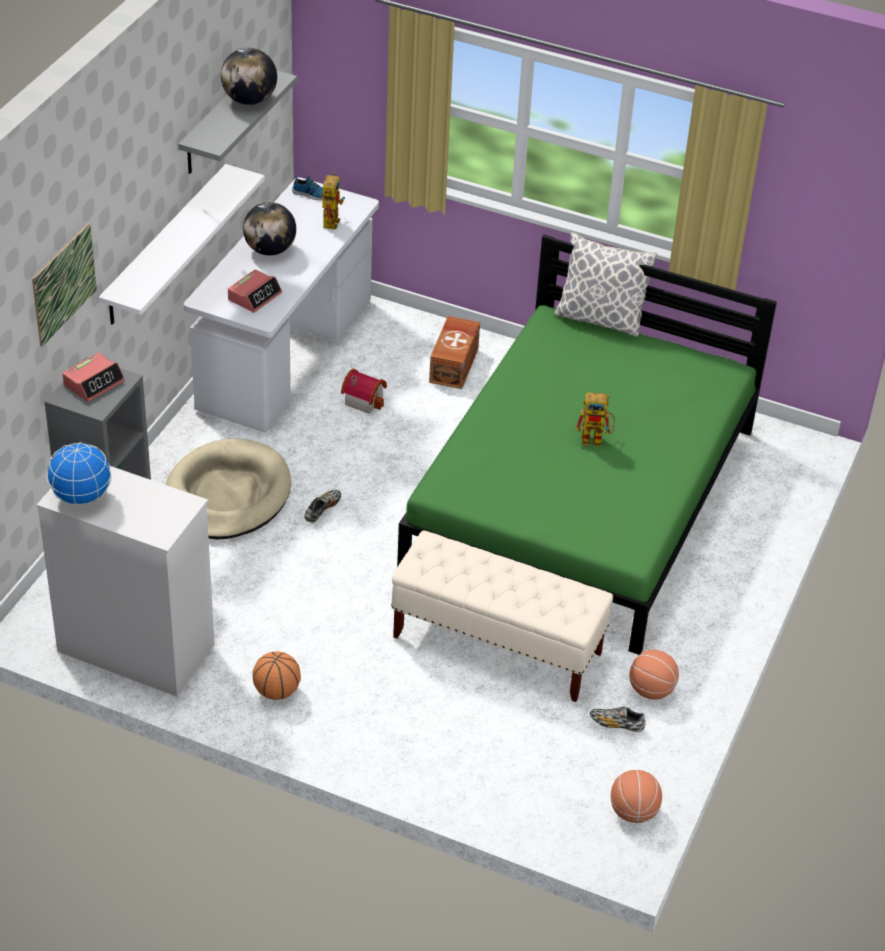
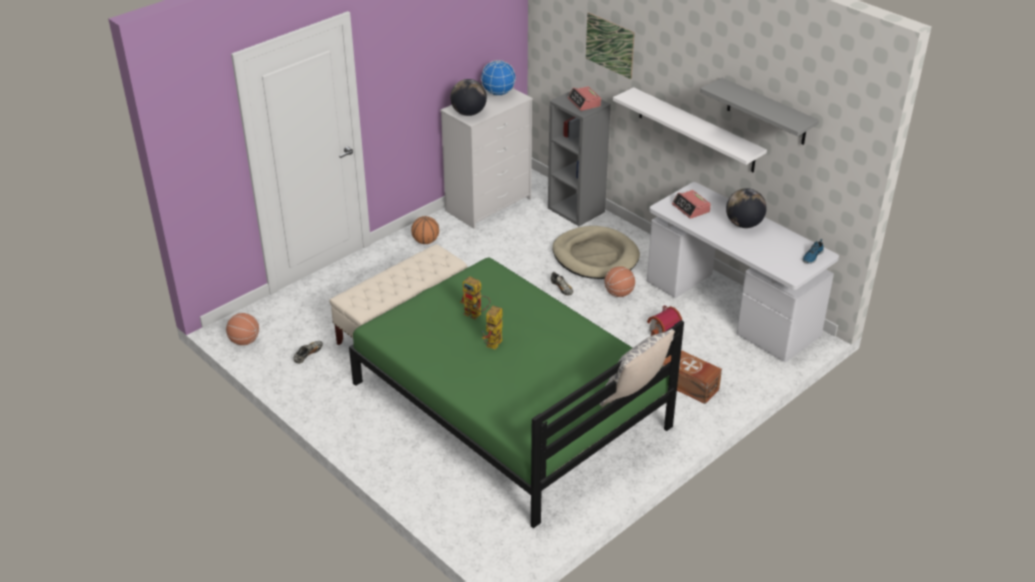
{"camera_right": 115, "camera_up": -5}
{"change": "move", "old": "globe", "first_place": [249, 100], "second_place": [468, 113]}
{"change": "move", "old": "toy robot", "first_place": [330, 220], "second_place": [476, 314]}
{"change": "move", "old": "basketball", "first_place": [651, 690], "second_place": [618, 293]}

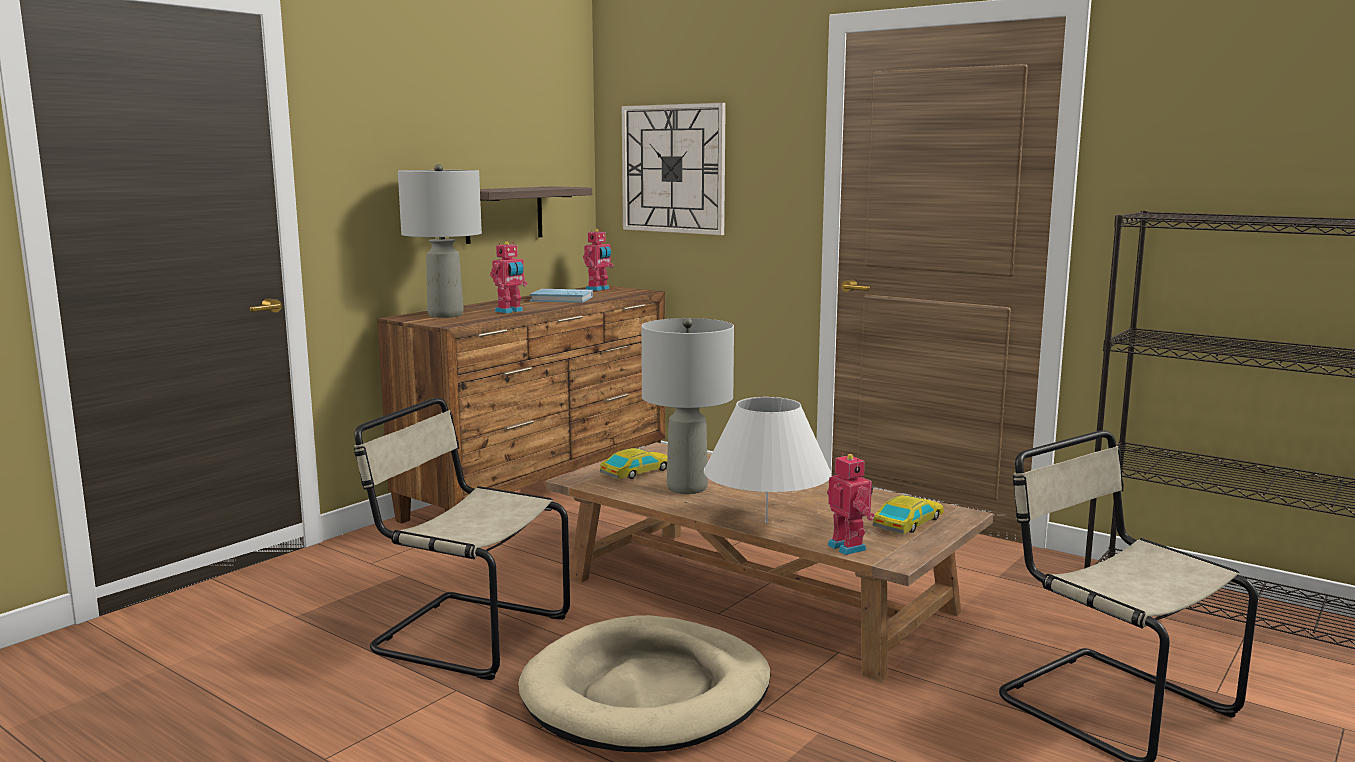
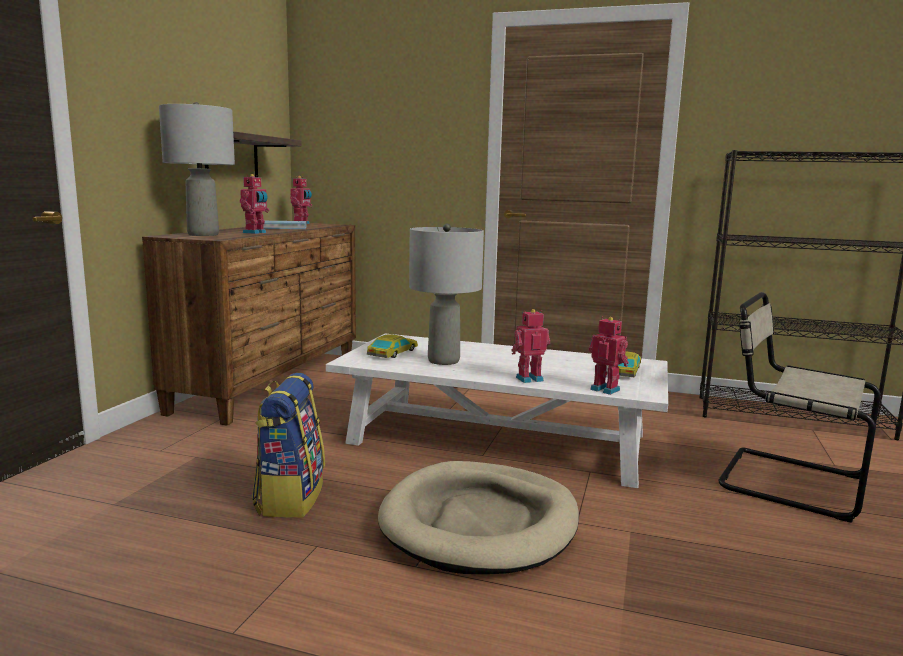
{"camera_right": -20, "camera_up": 0}
{"change": "delete", "old": "wall clock", "first_place": [673, 169]}
{"change": "replace", "old": "white table lamp", "new": "toy robot", "first_place": [765, 522], "second_place": [528, 378]}
{"change": "replace", "old": "beige chair", "new": "backpack", "first_place": [465, 634], "second_place": [290, 497]}
{"change": "recolor", "old": "brown coffee table", "new": "white coffee table", "first_place": [754, 595], "second_place": [497, 439]}

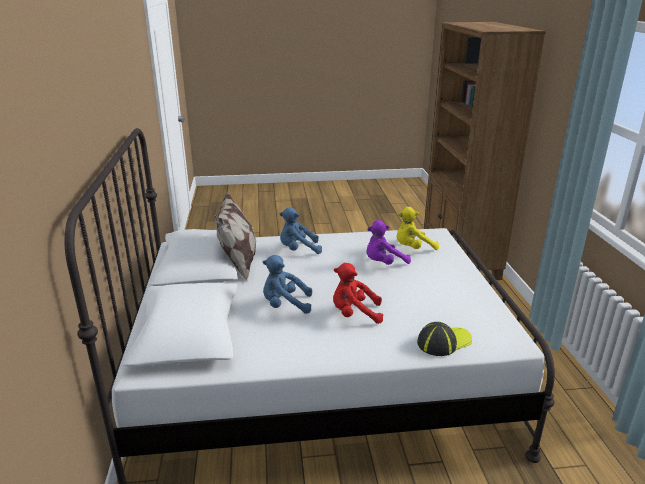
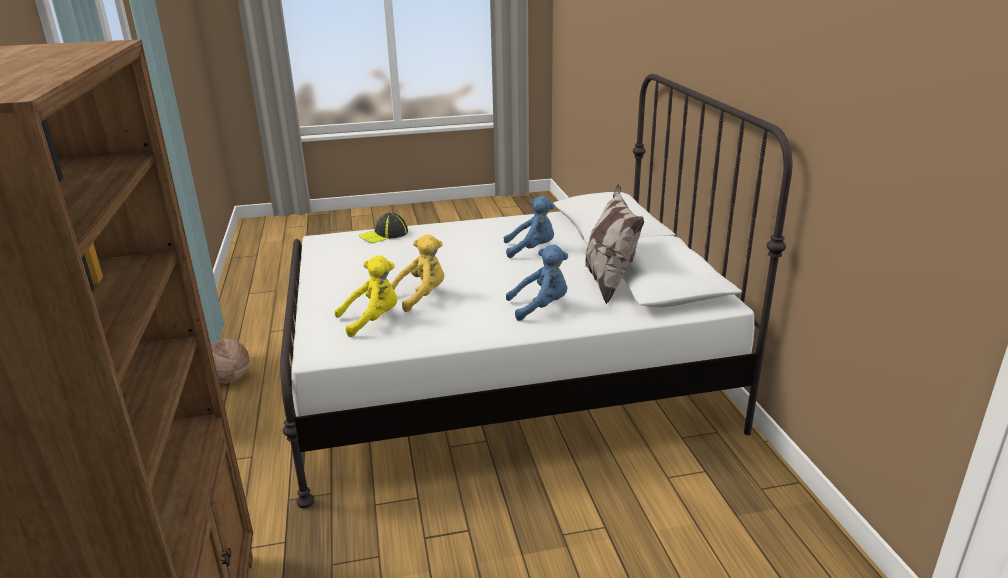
{"camera_right": 175, "camera_up": 0}
{"change": "recolor", "old": "purple plush toy", "new": "yellow plush toy", "first_place": [383, 263], "second_place": [421, 296]}
{"change": "delete", "old": "red plush toy", "first_place": [354, 314]}
{"change": "insert", "new": "basketball", "second_place": [229, 379]}

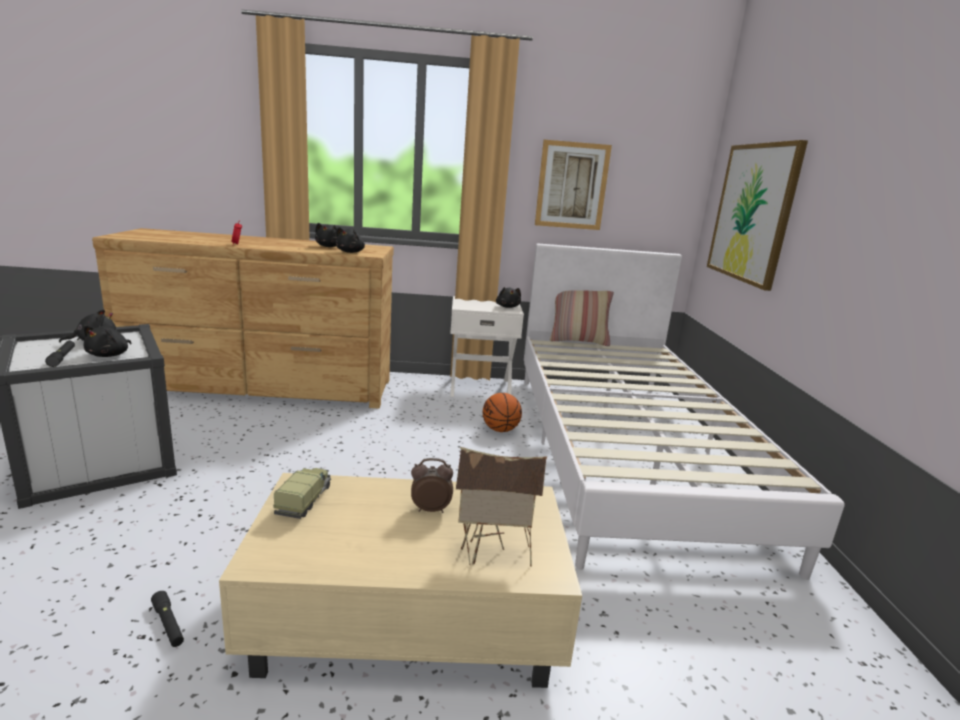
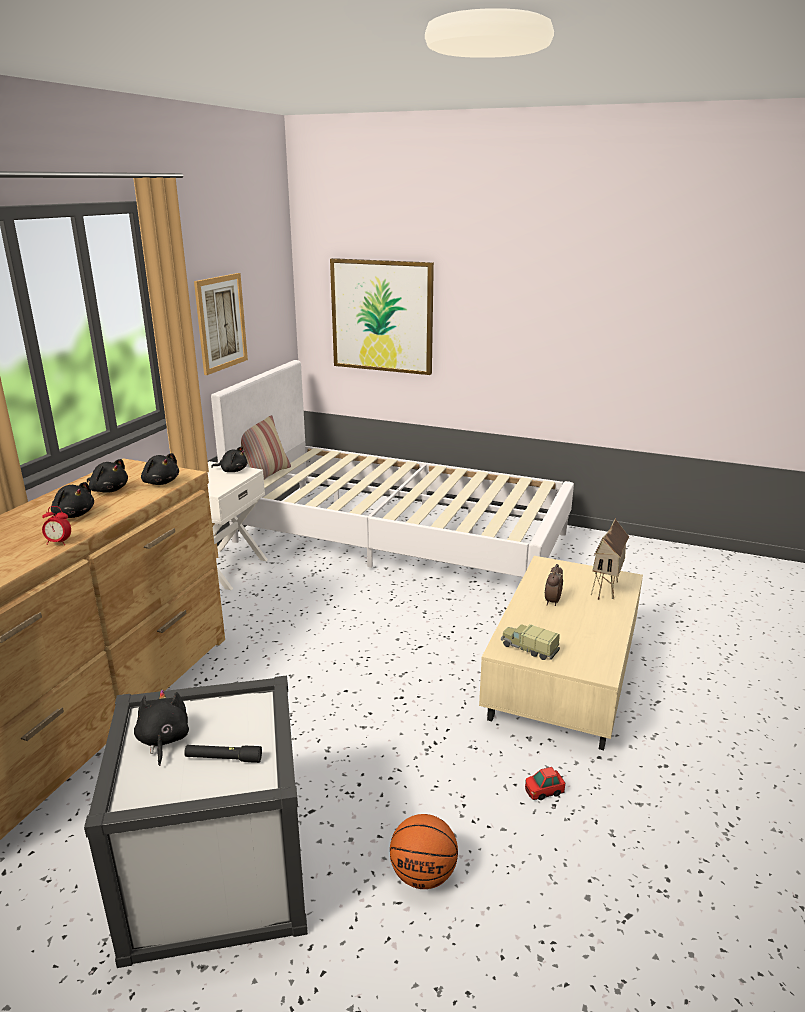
{"camera_right": -65, "camera_up": 5}
{"change": "move", "old": "black plush toy", "first_place": [110, 355], "second_place": [73, 514]}
{"change": "move", "old": "basketball", "first_place": [500, 430], "second_place": [423, 875]}
{"change": "replace", "old": "black flashlight", "new": "toy car", "first_place": [168, 624], "second_place": [543, 791]}

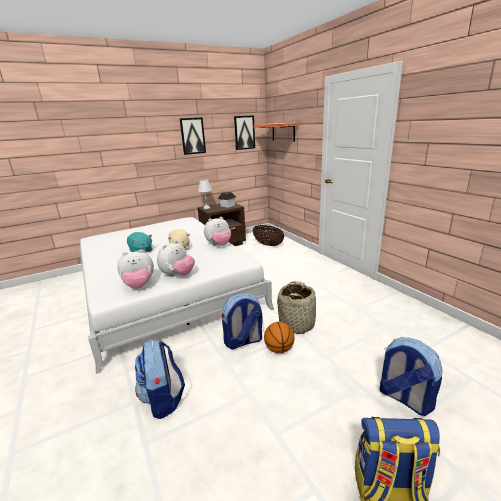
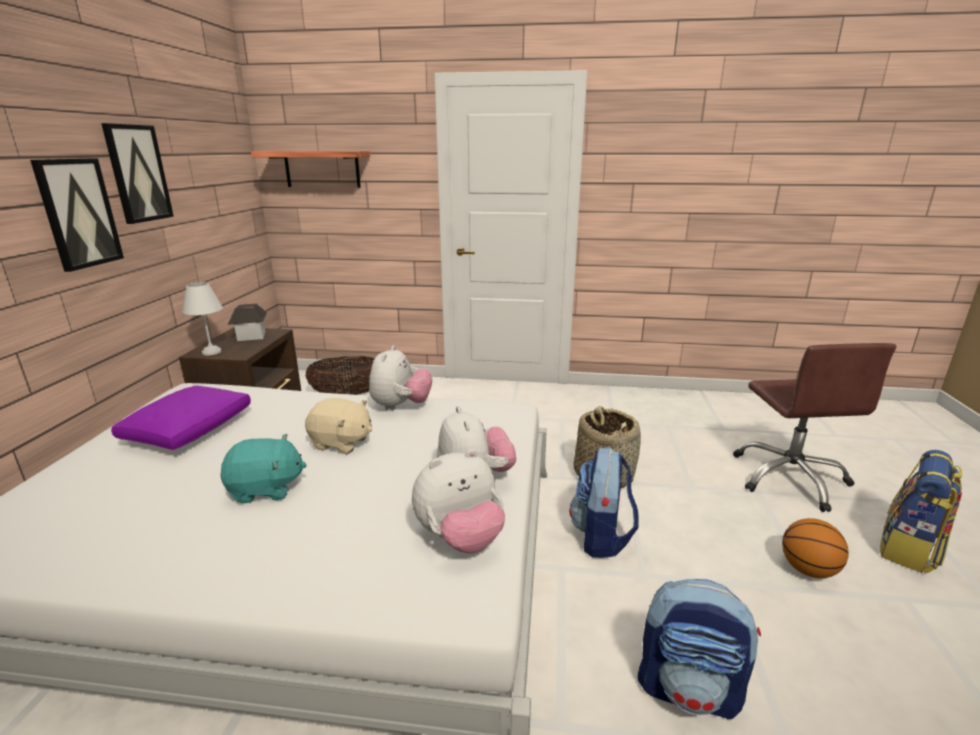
{"camera_right": -55, "camera_up": 0}
{"change": "move", "old": "picture", "first_place": [244, 132], "second_place": [78, 213]}
{"change": "rotate", "old": "plush toy", "first_place": [139, 286], "second_place": [460, 538], "degrees": 45}
{"change": "move", "old": "basketball", "first_place": [279, 349], "second_place": [808, 570]}
{"change": "replace", "old": "backpack", "new": "brown office chair", "first_place": [404, 398], "second_place": [789, 478]}
{"change": "insert", "new": "purple pillow", "second_place": [190, 429]}

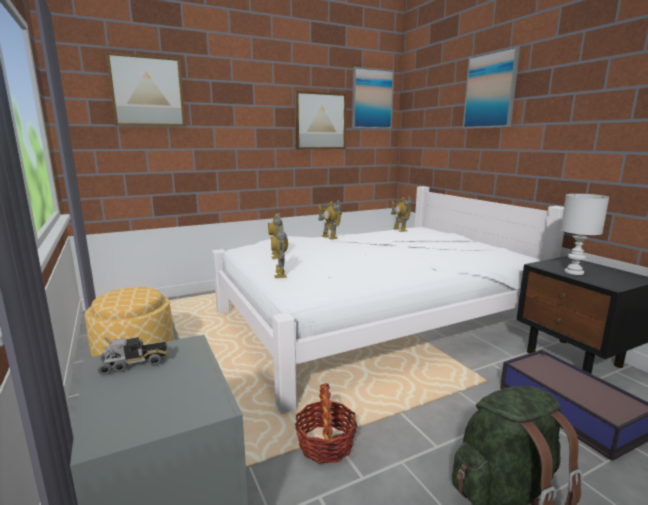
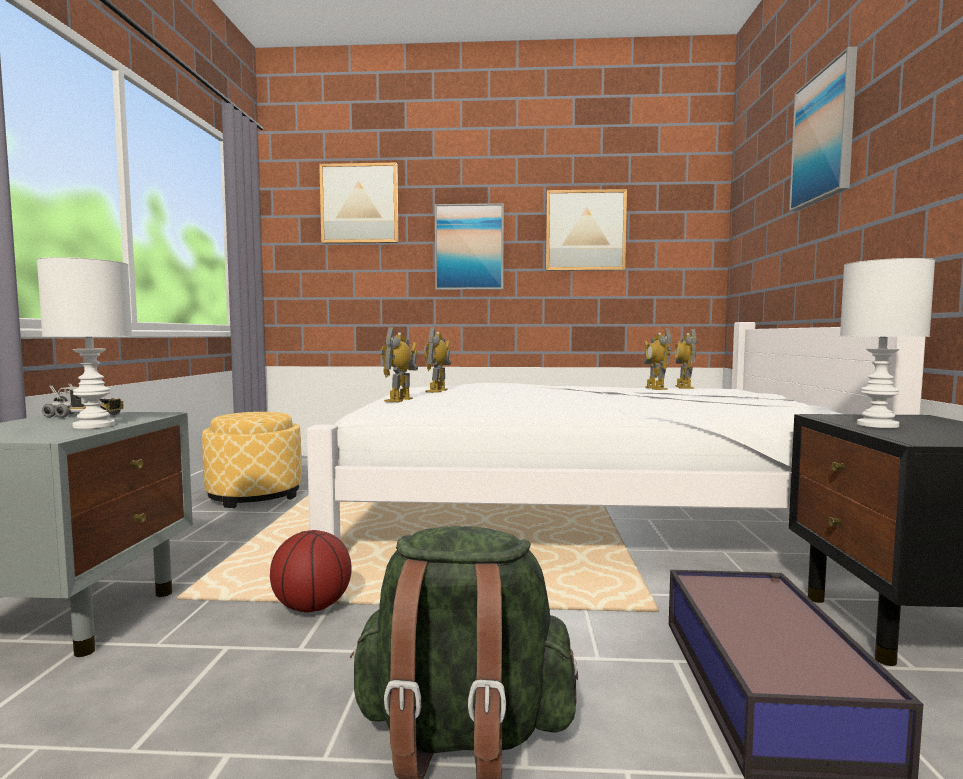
{"camera_right": 30, "camera_up": -10}
{"change": "move", "old": "picture", "first_place": [372, 99], "second_place": [469, 247]}
{"change": "move", "old": "toy robot", "first_place": [329, 237], "second_place": [655, 388]}
{"change": "replace", "old": "basket", "new": "basketball", "first_place": [325, 444], "second_place": [312, 607]}
{"change": "insert", "new": "white table lamp", "second_place": [92, 426]}

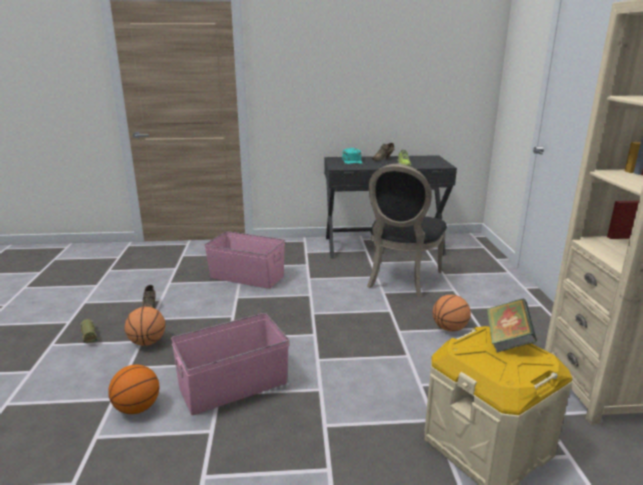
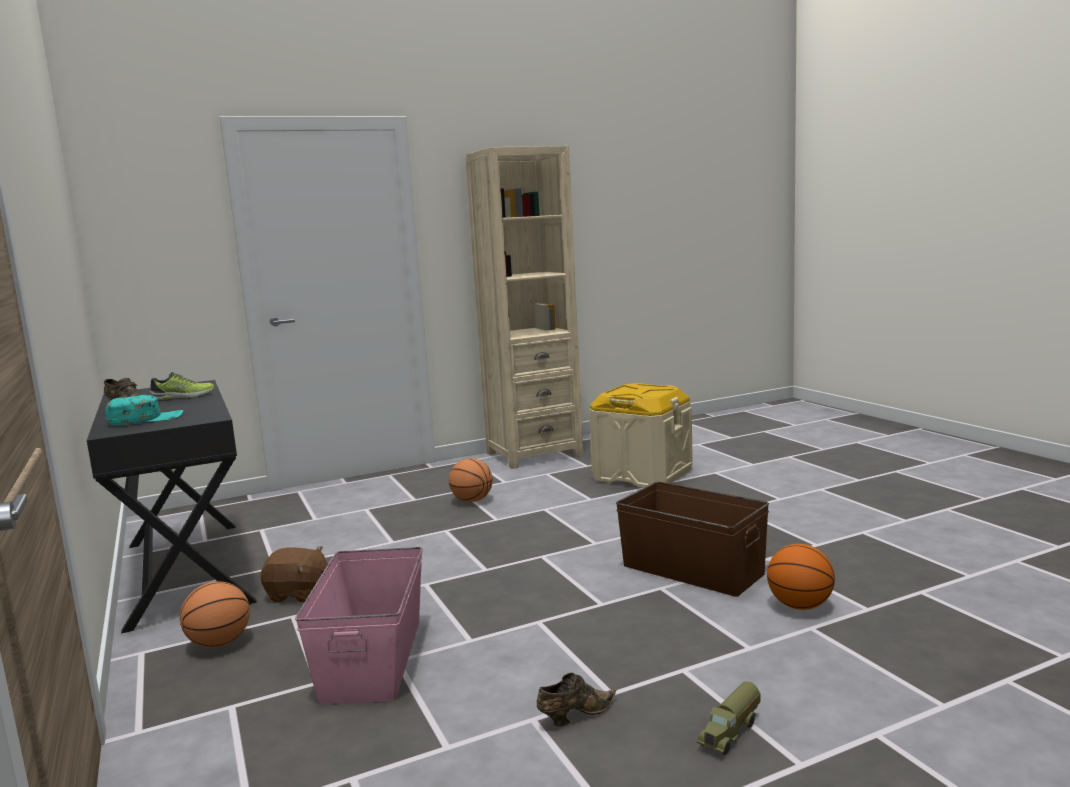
{"camera_right": -110, "camera_up": -10}
{"change": "delete", "old": "black chair", "first_place": [401, 280]}
{"change": "delete", "old": "book", "first_place": [507, 340]}
{"change": "move", "old": "basketball", "first_place": [147, 342], "second_place": [219, 643]}
{"change": "recolor", "old": "pink storage box", "new": "brown storage box", "first_place": [234, 385], "second_place": [692, 569]}
{"change": "insert", "new": "brown plush toy", "second_place": [298, 594]}

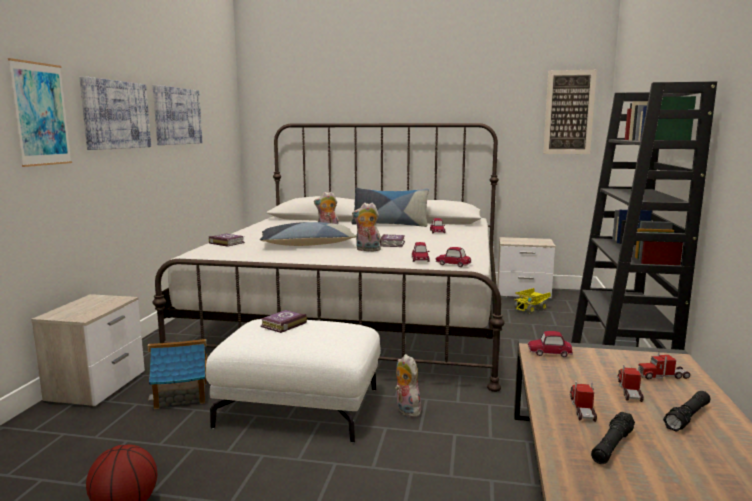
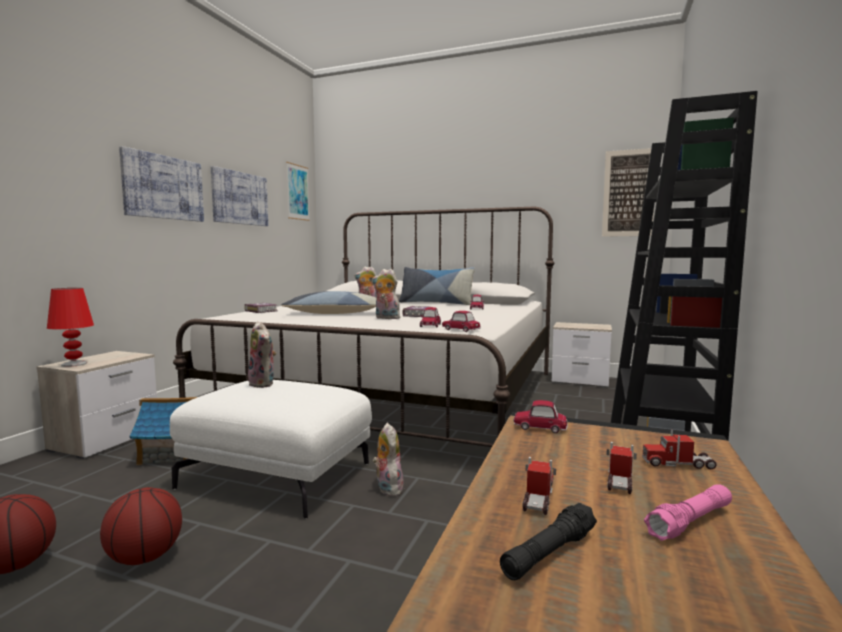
{"camera_right": 10, "camera_up": -5}
{"change": "move", "old": "picture", "first_place": [41, 114], "second_place": [297, 192]}
{"change": "delete", "old": "toy truck", "first_place": [531, 309]}
{"change": "replace", "old": "book", "new": "plush toy", "first_place": [282, 325], "second_place": [264, 384]}
{"change": "recolor", "old": "black flashlight", "new": "pink flashlight", "first_place": [687, 417], "second_place": [690, 521]}
{"change": "insert", "new": "red table lamp", "second_place": [74, 364]}
{"change": "insert", "new": "basketball", "second_place": [144, 557]}

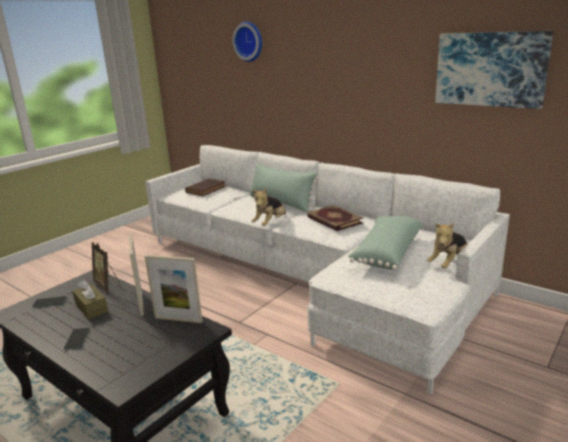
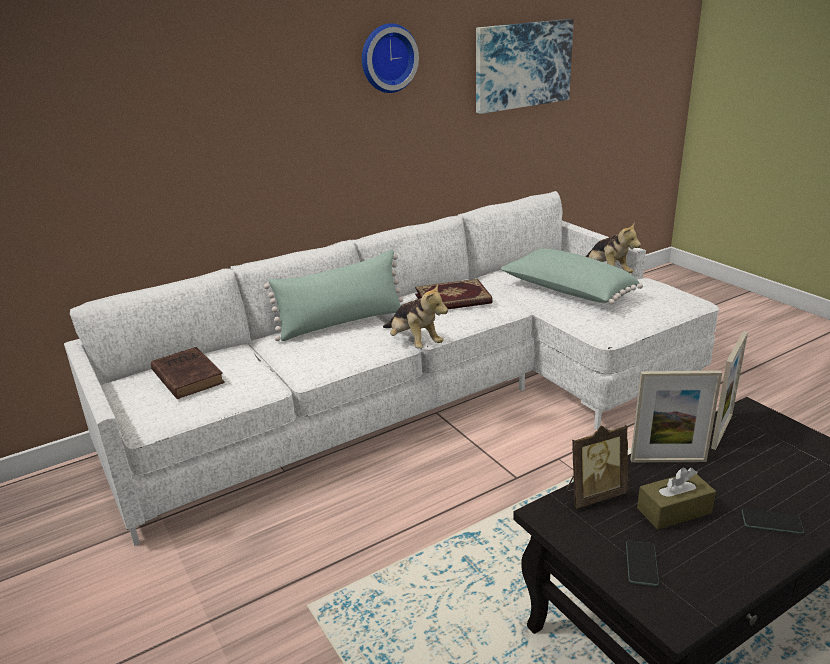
{"camera_right": -70, "camera_up": 5}
{"change": "move", "old": "wall clock", "first_place": [249, 41], "second_place": [387, 58]}

